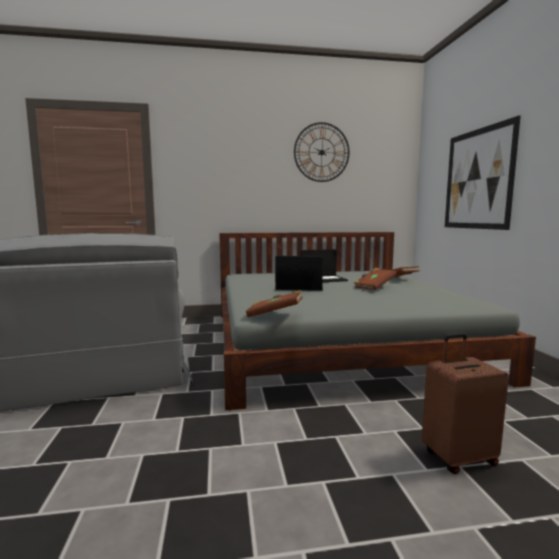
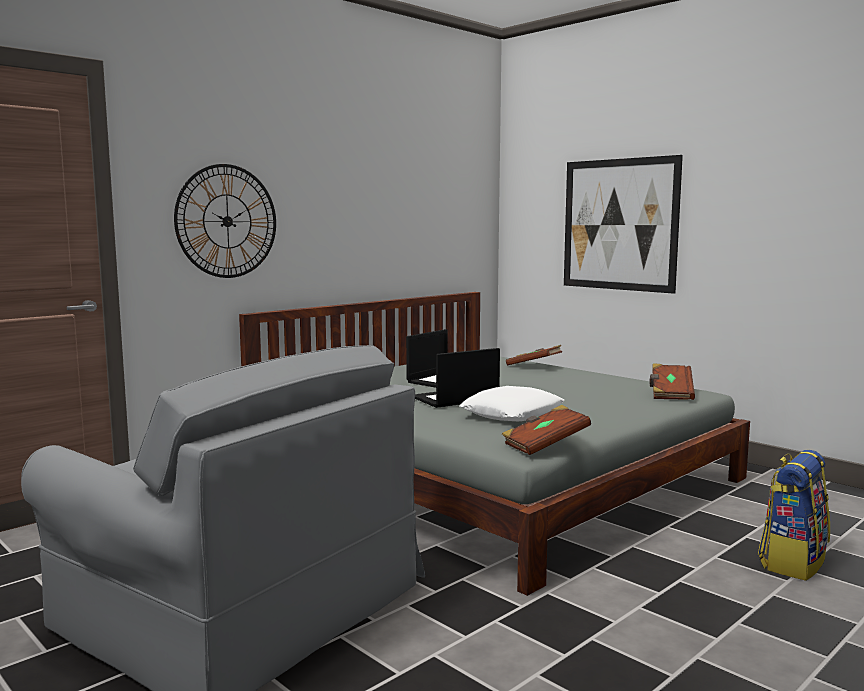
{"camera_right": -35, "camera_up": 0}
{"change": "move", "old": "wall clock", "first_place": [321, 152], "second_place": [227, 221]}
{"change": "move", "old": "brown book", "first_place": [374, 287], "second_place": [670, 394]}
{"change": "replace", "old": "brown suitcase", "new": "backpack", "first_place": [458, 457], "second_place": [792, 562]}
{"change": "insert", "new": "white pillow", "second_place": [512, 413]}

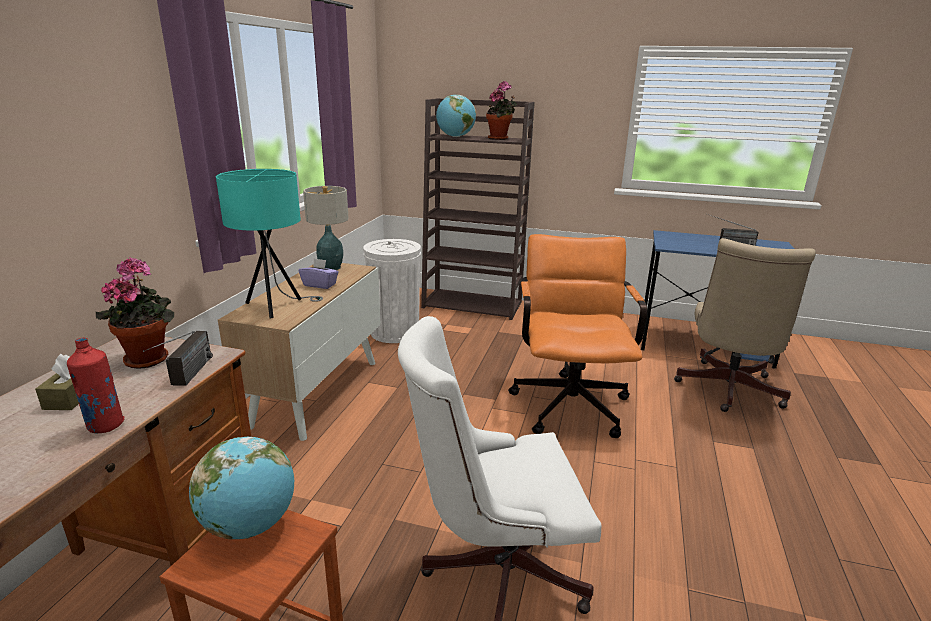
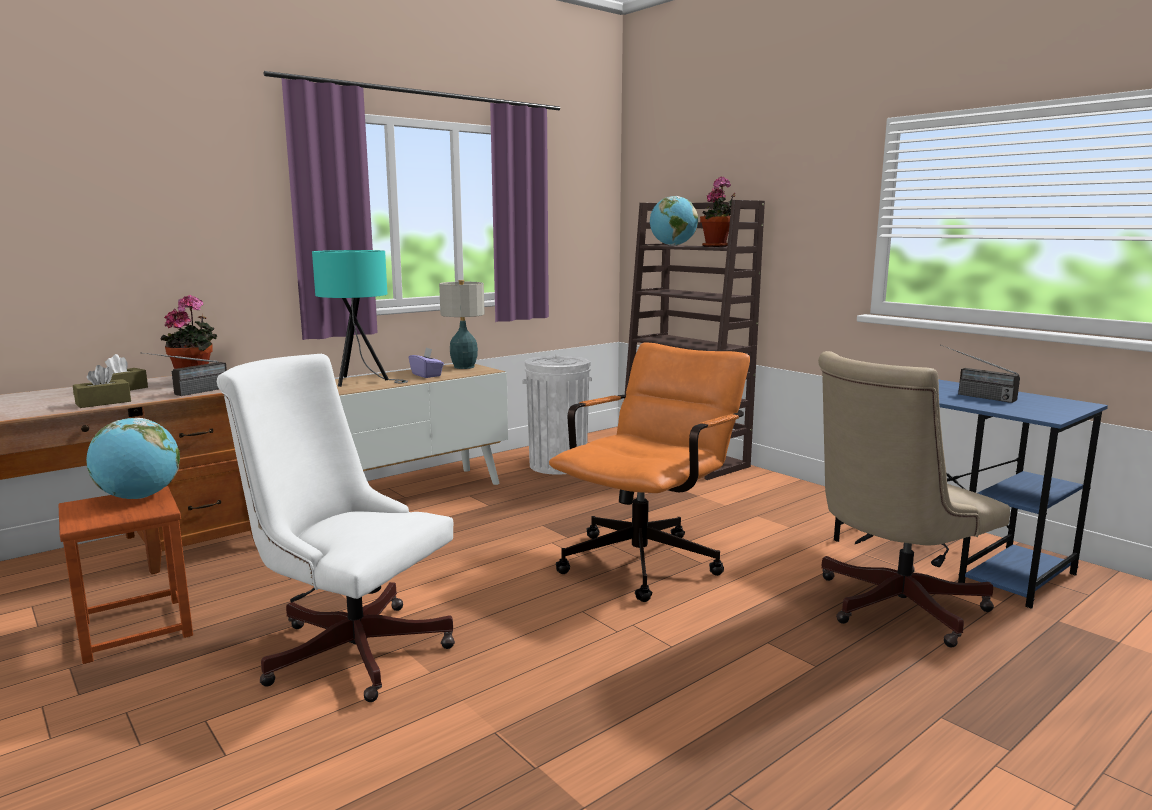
{"camera_right": 35, "camera_up": -10}
{"change": "replace", "old": "red bottle", "new": "brown tissue box", "first_place": [105, 425], "second_place": [103, 402]}

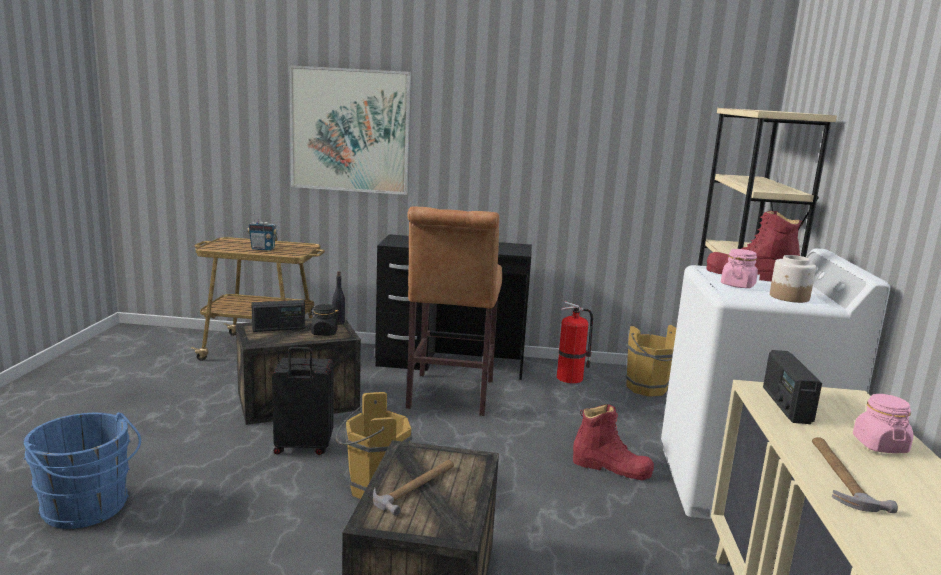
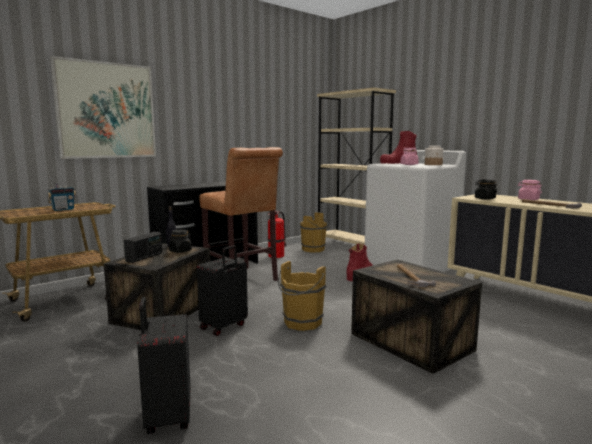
{"camera_right": -45, "camera_up": -5}
{"change": "replace", "old": "radio", "new": "black jar", "first_place": [786, 405], "second_place": [484, 198]}
{"change": "replace", "old": "blue bucket", "new": "black suitcase", "first_place": [88, 509], "second_place": [167, 417]}

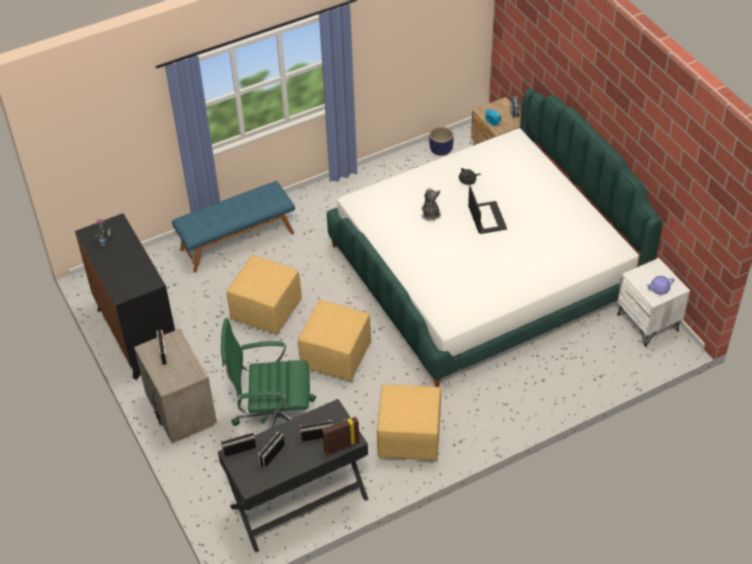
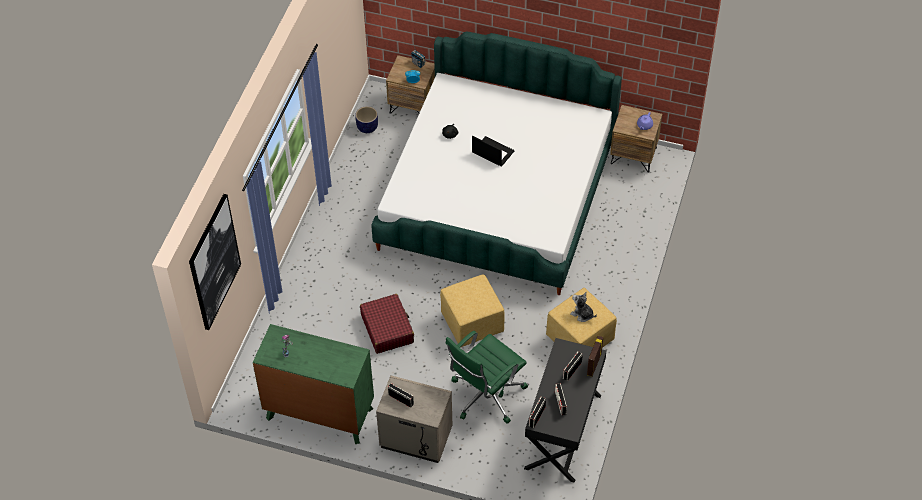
{"camera_right": -45, "camera_up": 5}
{"change": "delete", "old": "blue bench", "first_place": [237, 241]}
{"change": "move", "old": "plush toy", "first_place": [430, 214], "second_place": [582, 314]}
{"change": "recolor", "old": "black dresser", "new": "green dresser", "first_place": [137, 334], "second_place": [319, 413]}
{"change": "replace", "old": "yellow ottoman", "new": "red suitcase", "first_place": [265, 310], "second_place": [387, 328]}
{"change": "recolor", "old": "white nightstand", "new": "brown nightstand", "first_place": [648, 322], "second_place": [633, 155]}
{"change": "insert", "new": "picture", "second_place": [214, 262]}

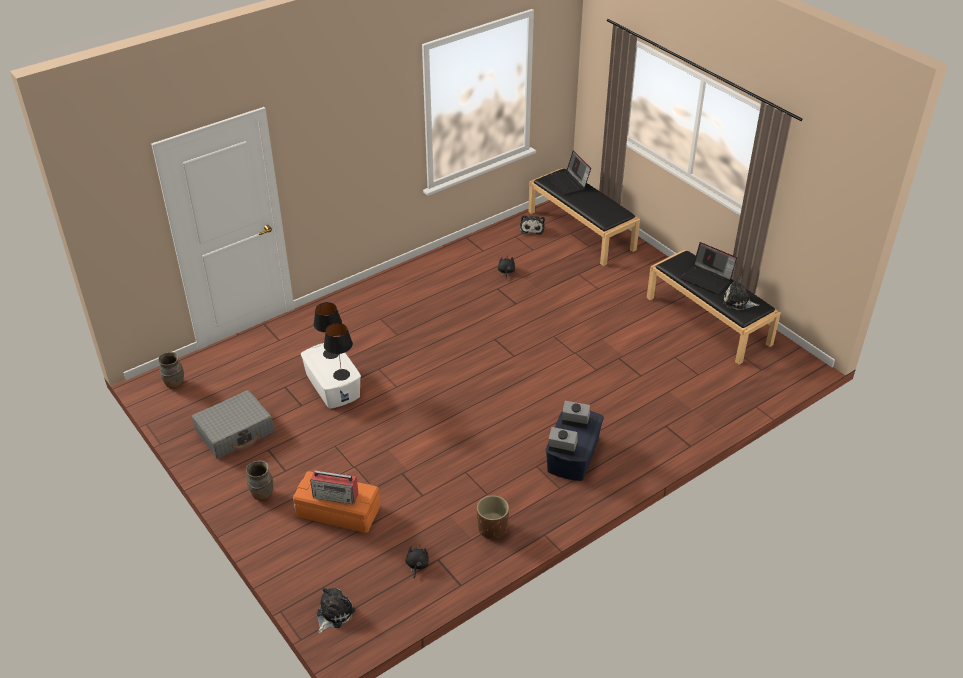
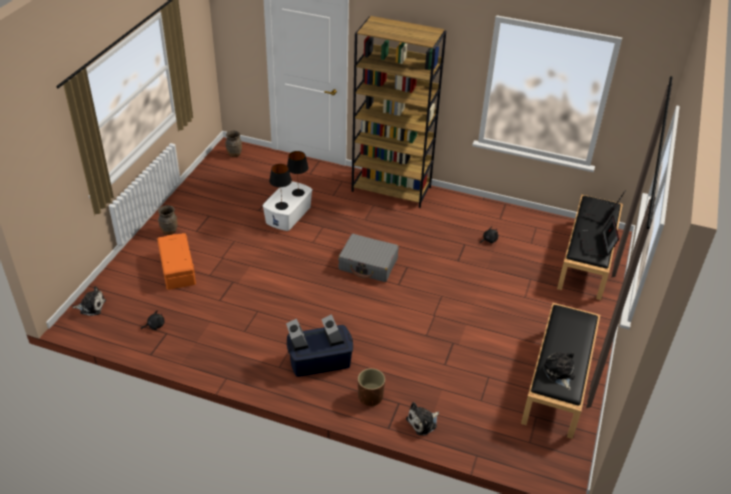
{"camera_right": 55, "camera_up": 0}
{"change": "move", "old": "plush toy", "first_place": [532, 228], "second_place": [423, 422]}
{"change": "move", "old": "laptop", "first_place": [707, 279], "second_place": [596, 244]}
{"change": "move", "old": "grey suitcase", "first_place": [235, 432], "second_place": [368, 264]}
{"change": "delete", "old": "radio", "first_place": [336, 495]}
{"change": "move", "old": "brown planter", "first_place": [492, 528], "second_place": [370, 397]}
{"change": "insert", "new": "brown bookcase", "second_place": [392, 189]}

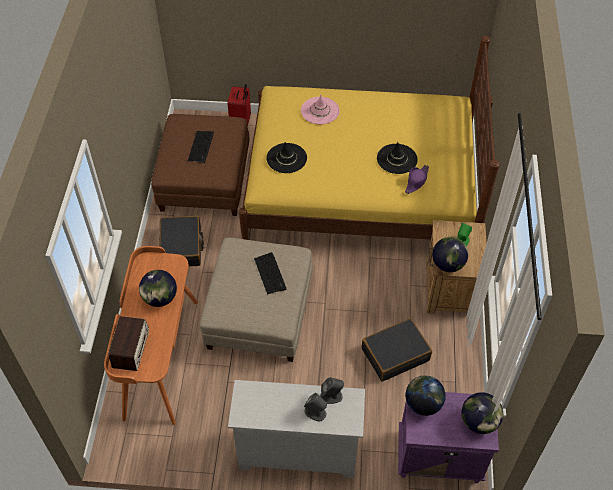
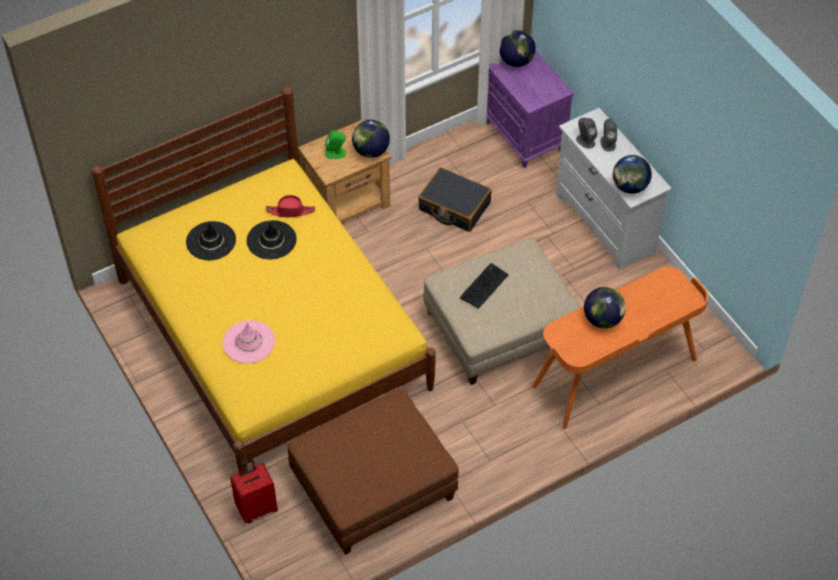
{"camera_right": -125, "camera_up": 0}
{"change": "delete", "old": "keyboard", "first_place": [201, 147]}
{"change": "move", "old": "black hat", "first_place": [286, 158], "second_place": [211, 241]}
{"change": "recolor", "old": "purple hat", "new": "red hat", "first_place": [416, 181], "second_place": [290, 211]}
{"change": "delete", "old": "black suitcase", "first_place": [181, 247]}
{"change": "delete", "old": "radio", "first_place": [131, 348]}
{"change": "move", "old": "globe", "first_place": [423, 404], "second_place": [629, 187]}

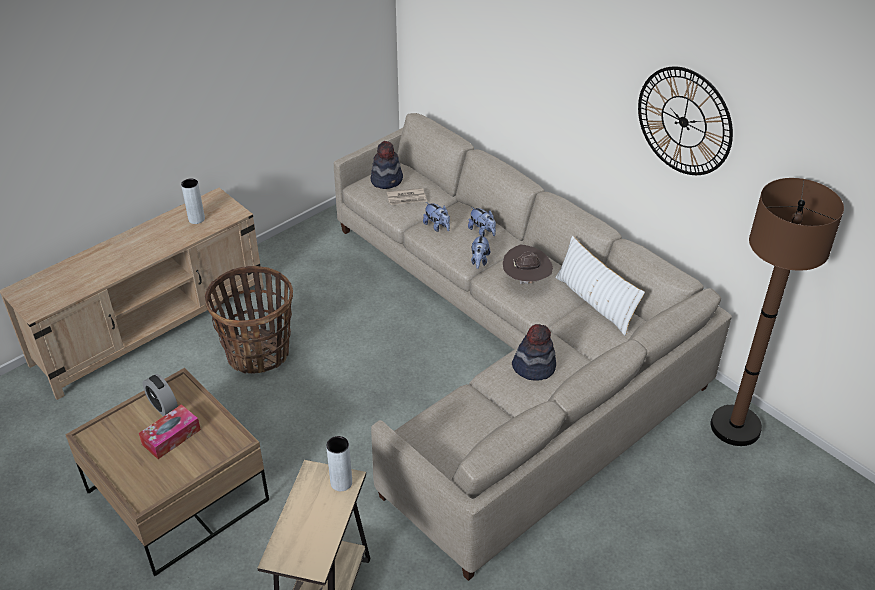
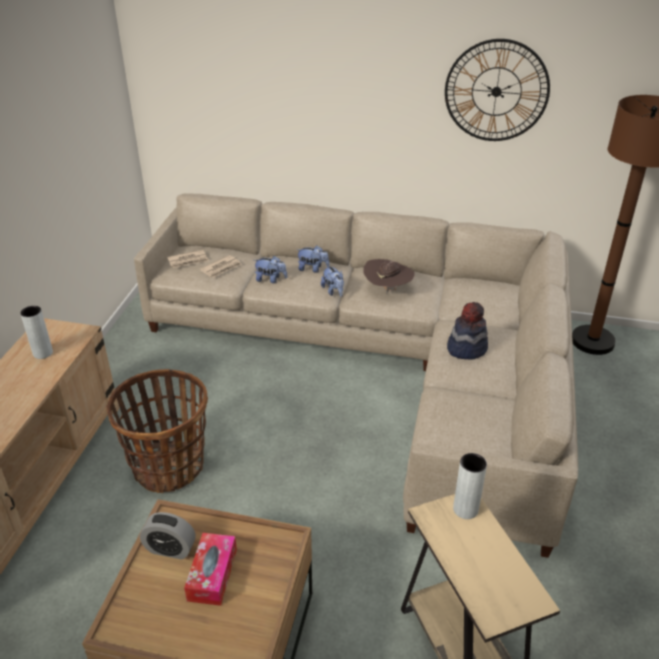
{"camera_right": -35, "camera_up": -5}
{"change": "replace", "old": "hat", "new": "newspaper", "first_place": [387, 180], "second_place": [188, 261]}
{"change": "delete", "old": "white pillow", "first_place": [595, 302]}

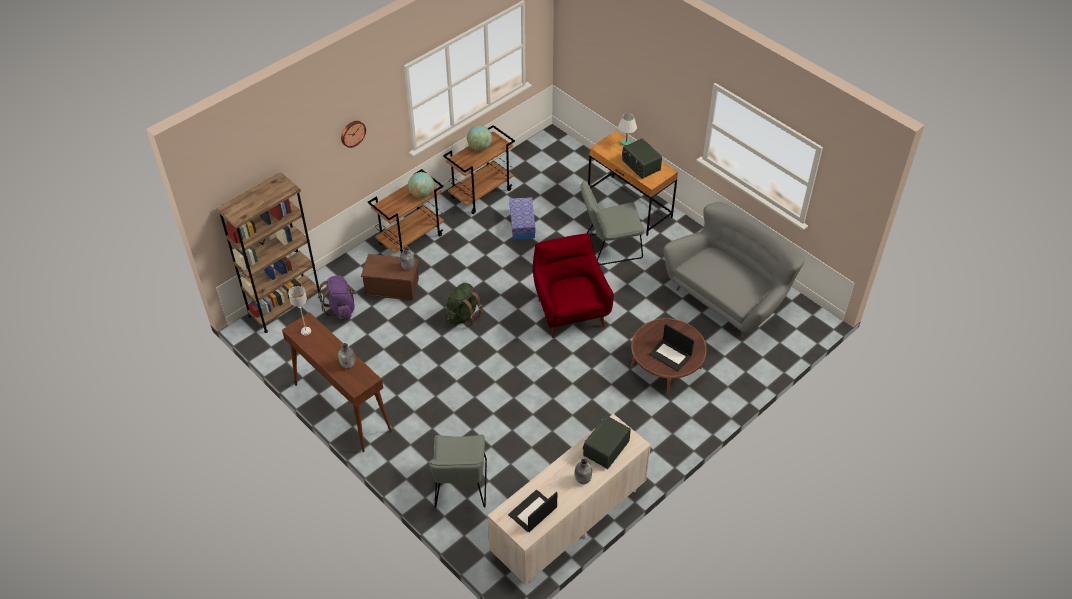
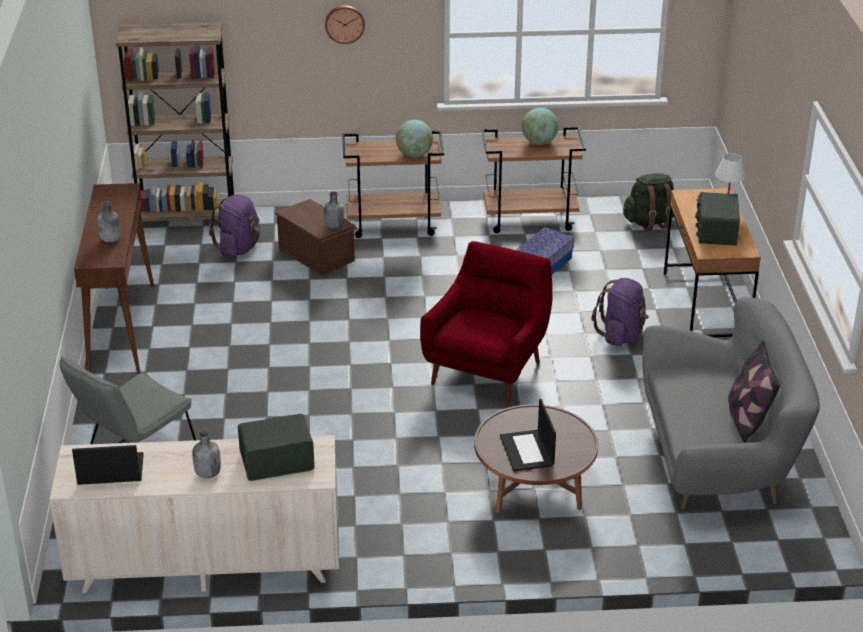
{"camera_right": 40, "camera_up": -15}
{"change": "replace", "old": "grey chair", "new": "purple backpack", "first_place": [609, 247], "second_place": [621, 335]}
{"change": "move", "old": "green backpack", "first_place": [463, 316], "second_place": [650, 222]}
{"change": "delete", "old": "grey table lamp", "first_place": [306, 331]}
{"change": "insert", "new": "pillow", "second_place": [746, 419]}

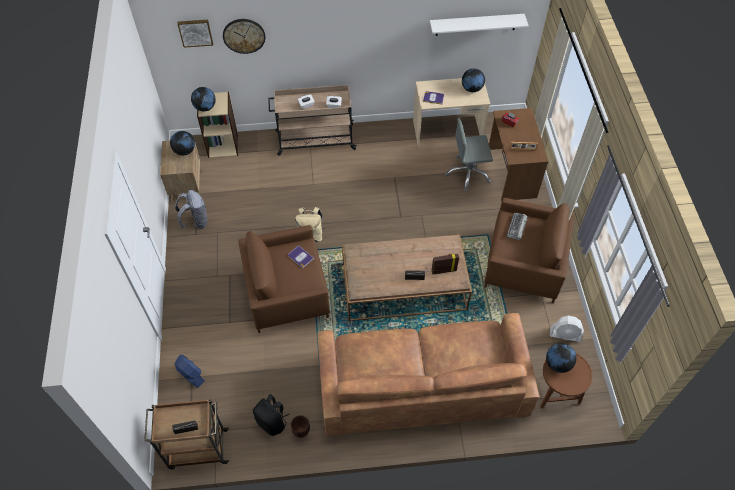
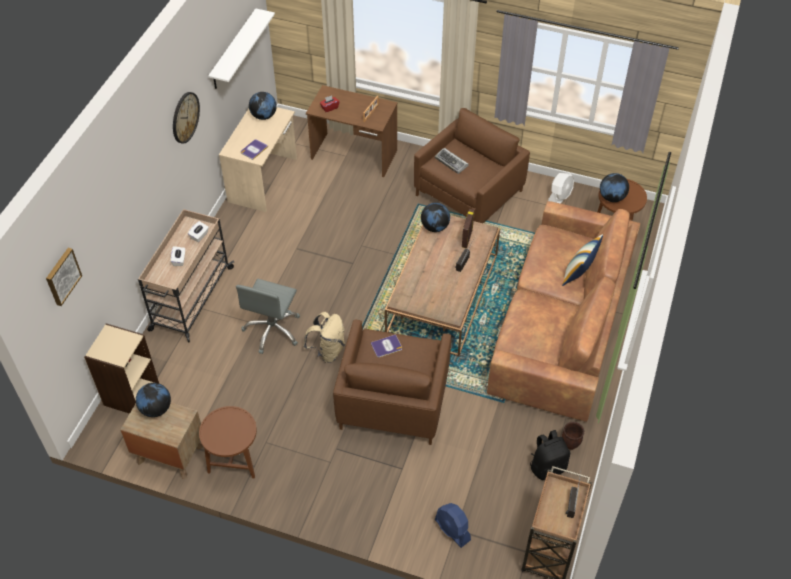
{"camera_right": -65, "camera_up": -5}
{"change": "move", "old": "wall clock", "first_place": [244, 35], "second_place": [185, 117]}
{"change": "move", "old": "globe", "first_place": [205, 107], "second_place": [435, 227]}
{"change": "move", "old": "grey office chair", "first_place": [468, 173], "second_place": [273, 330]}
{"change": "replace", "old": "grey backpack", "new": "brown side table", "first_place": [196, 222], "second_place": [234, 460]}
{"change": "rotate", "old": "blue fan", "first_place": [190, 375], "second_place": [452, 530], "degrees": -105}
{"change": "insert", "new": "pillow", "second_place": [579, 274]}

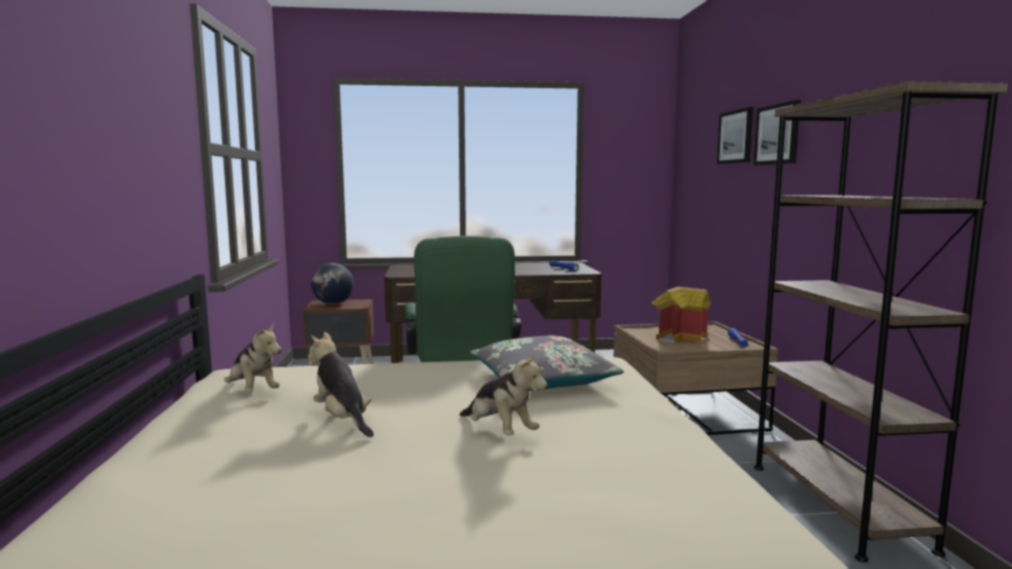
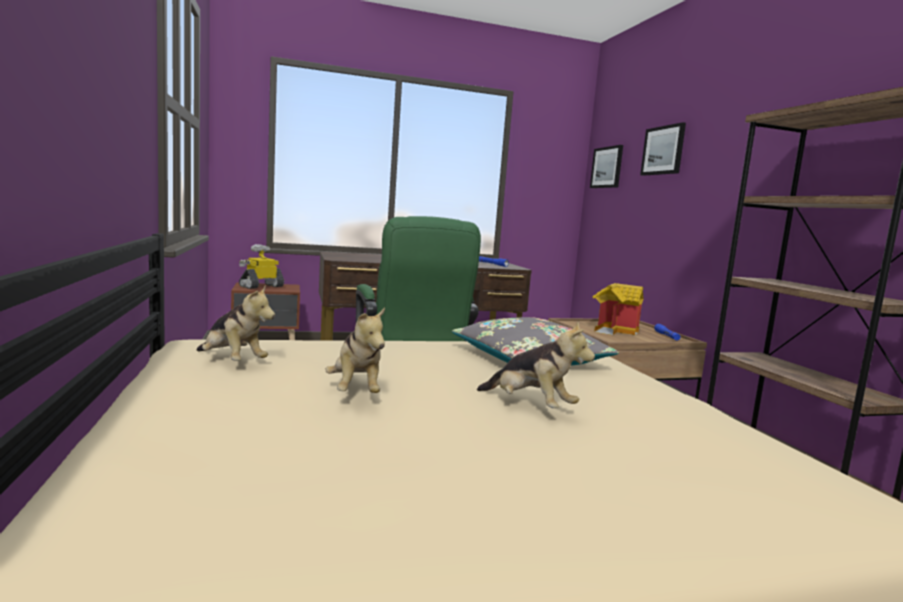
{"camera_right": -10, "camera_up": 0}
{"change": "move", "old": "picture", "first_place": [777, 134], "second_place": [607, 167]}
{"change": "replace", "old": "globe", "new": "toy robot", "first_place": [333, 304], "second_place": [261, 286]}
{"change": "rotate", "old": "plush toy", "first_place": [342, 419], "second_place": [356, 391], "degrees": -150}

